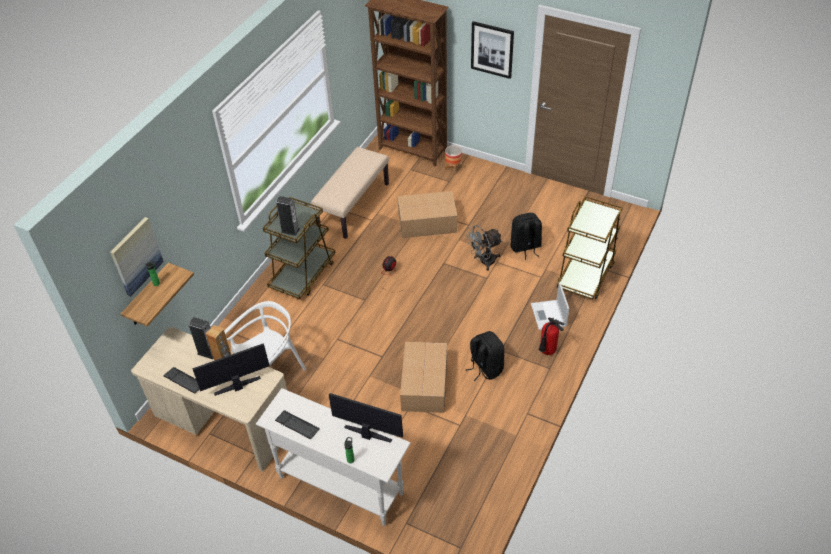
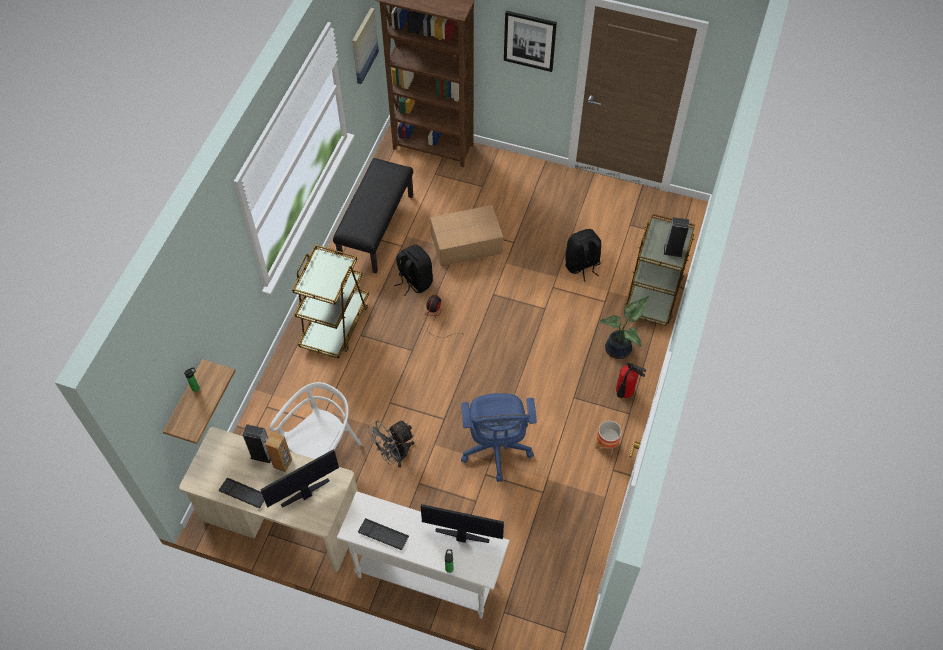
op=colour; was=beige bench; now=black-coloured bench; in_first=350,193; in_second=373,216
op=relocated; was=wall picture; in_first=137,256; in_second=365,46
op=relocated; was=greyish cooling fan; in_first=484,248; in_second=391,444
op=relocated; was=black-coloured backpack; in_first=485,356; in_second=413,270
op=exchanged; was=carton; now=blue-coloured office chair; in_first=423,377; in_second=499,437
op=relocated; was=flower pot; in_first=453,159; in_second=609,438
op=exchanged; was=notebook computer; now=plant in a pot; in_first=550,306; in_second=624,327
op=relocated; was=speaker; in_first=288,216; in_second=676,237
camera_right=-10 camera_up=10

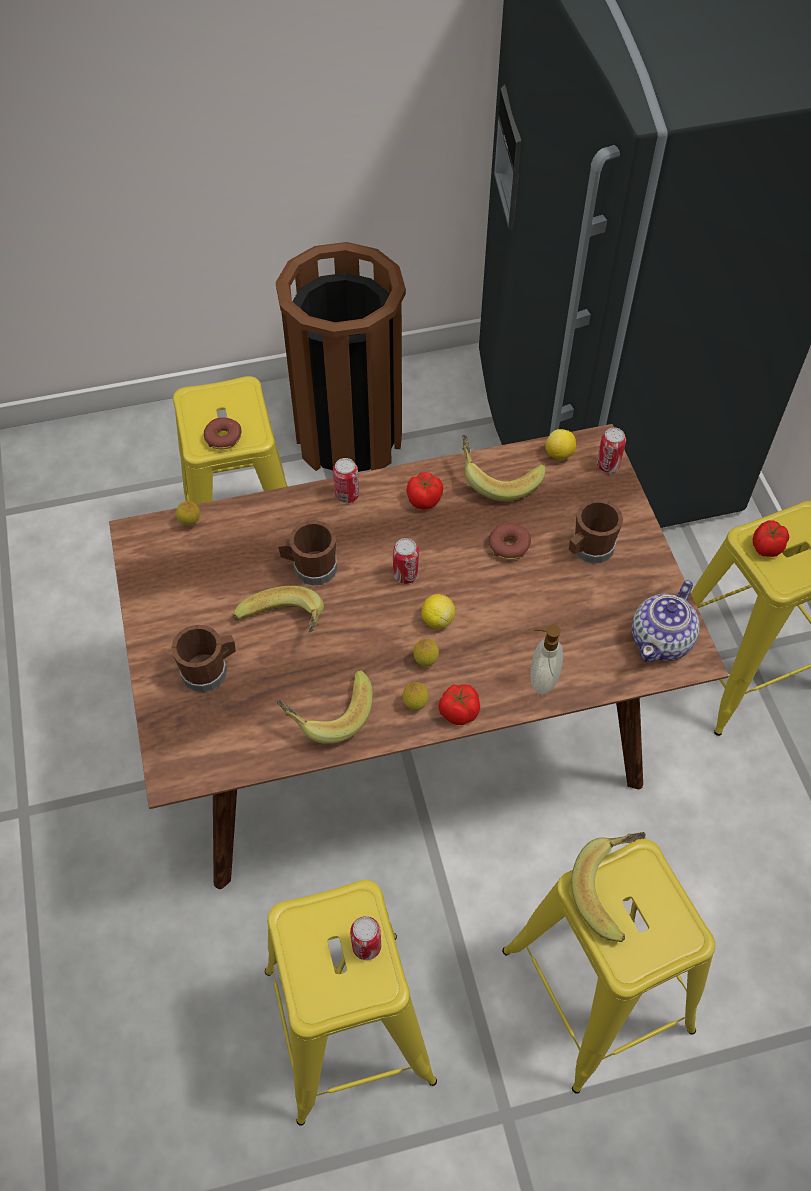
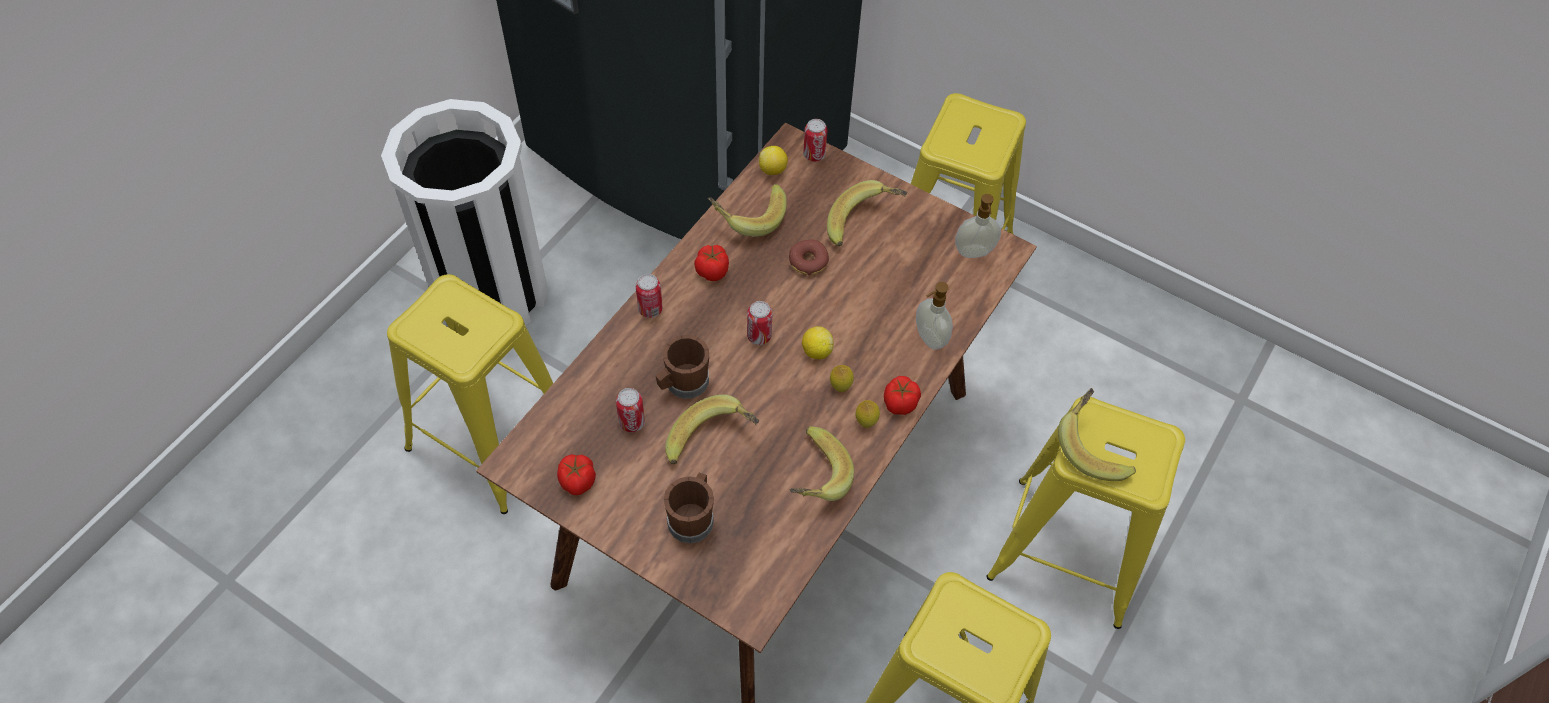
op=colour; was=brownish waste bin; now=white-coloured waste bin; in_first=341,357; in_second=464,212
op=relocated; was=whole tomato; in_first=771,538; in_second=576,474
op=relocated; was=metal can; in_first=365,938; in_second=630,410
op=exchanged; was=brownish mug; now=whole banana; in_first=596,531; in_second=867,213
op=exchanged; was=pot for tea; now=soap dispenser; in_first=665,621; in_second=978,226
op=missing; was=whole lemon; in_first=188,513
op=missing; was=ring doughnut; in_first=223,434
camera_right=-45 camera_up=0

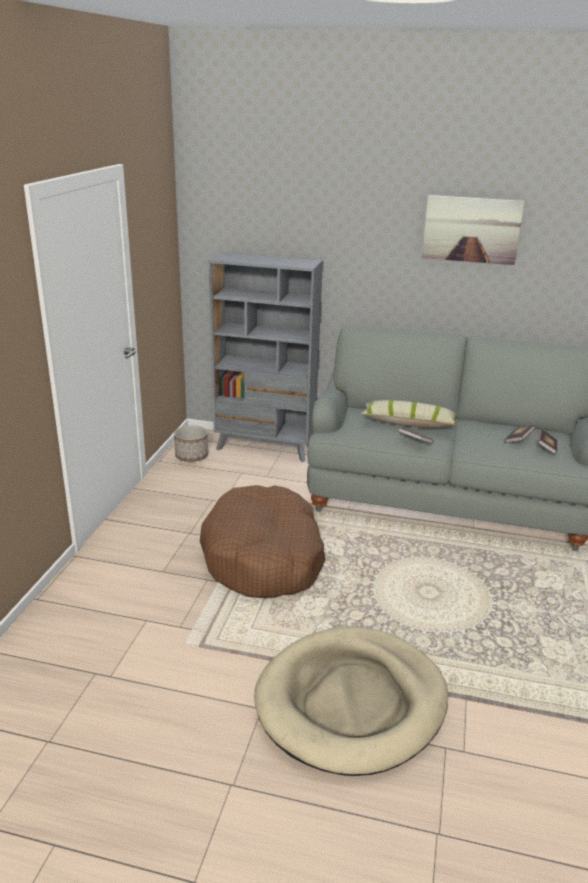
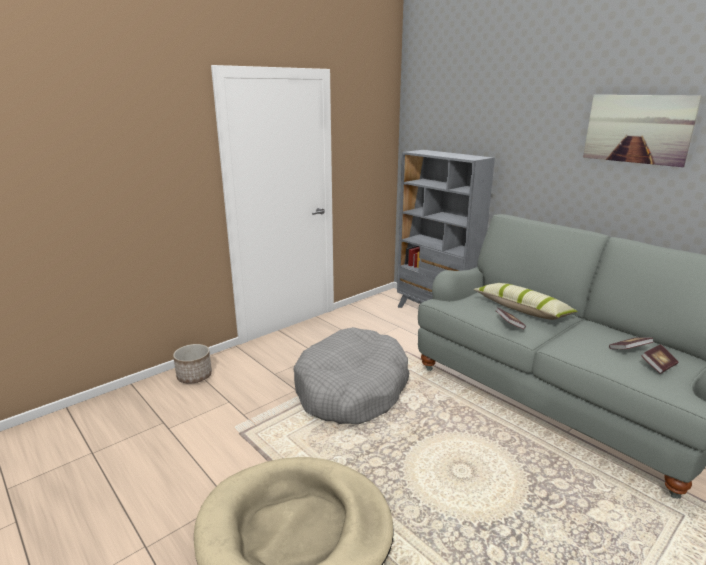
op=relocated; was=flower pot; in_first=191,443; in_second=192,364
op=colour; was=brownish dog bed; now=greyish dog bed; in_first=263,541; in_second=351,375
camera_right=35 camera_up=-5

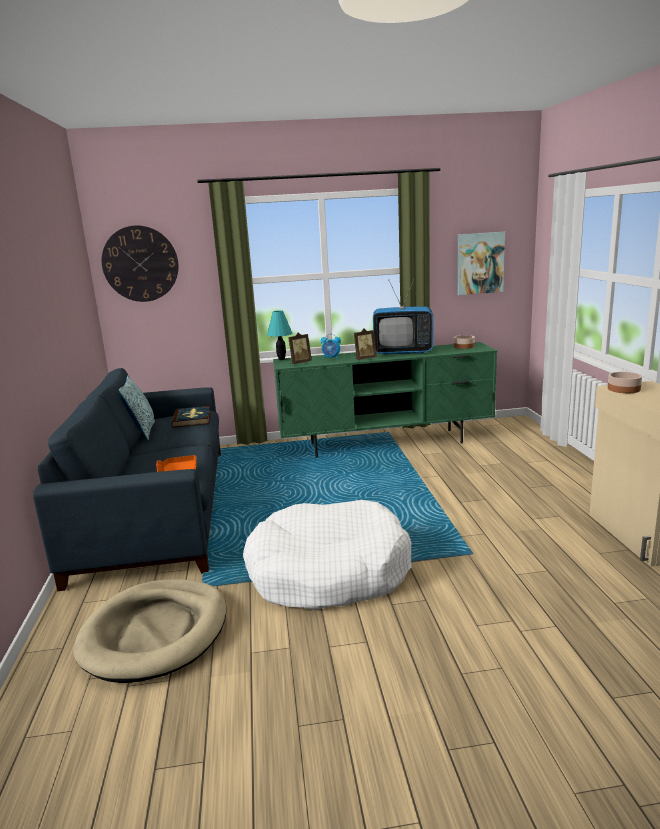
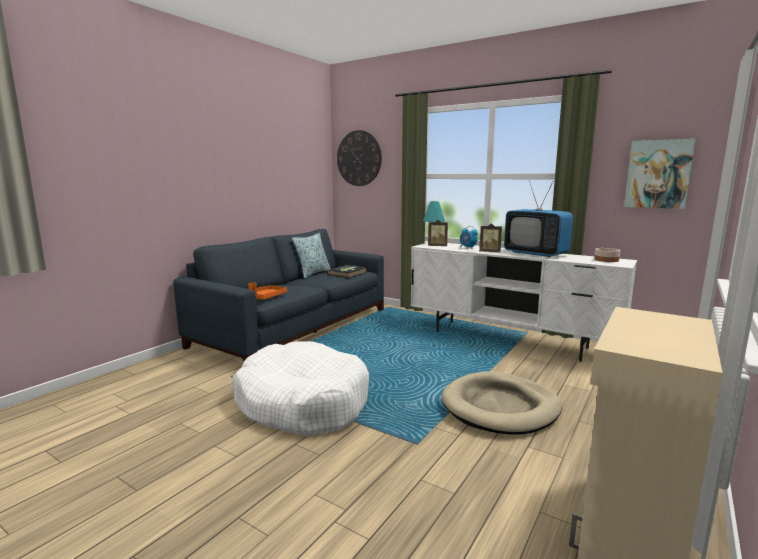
op=colour; was=green media console; now=white-coloured media console; in_first=385,400; in_second=523,302
op=relocated; was=beige dog bed; in_first=149,631; in_second=502,403
op=missing; was=deep dish; in_first=625,382
camera_right=40 camera_up=-5

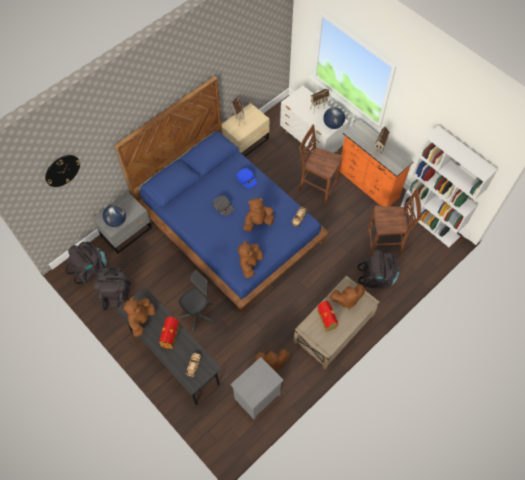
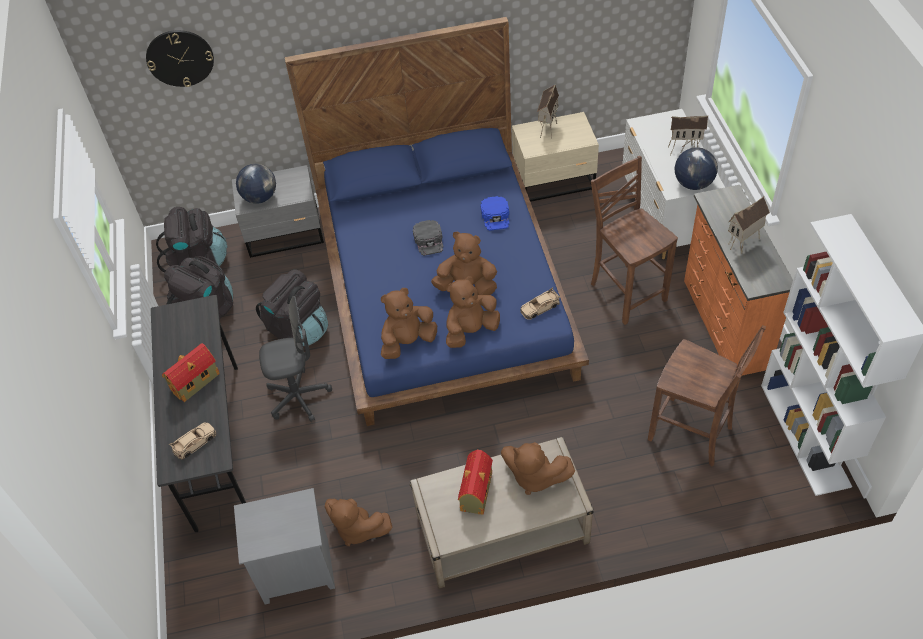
op=relocated; was=black-coloured backpack; in_first=378,269; in_second=292,308
op=relocated; was=brownish cuddly toy; in_first=139,317; in_second=473,312
camera_right=35 camera_up=-10

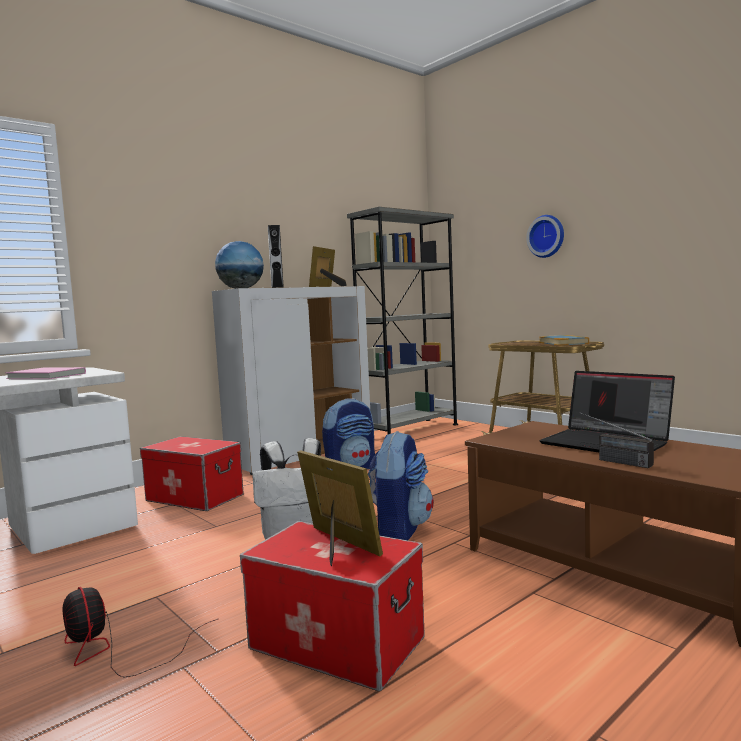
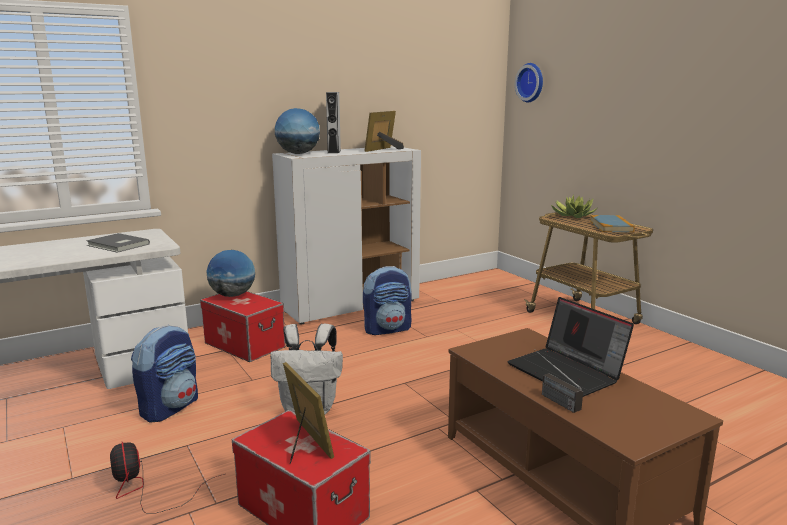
op=colour; was=pink volume; now=greyish volume; in_first=46,373; in_second=118,243
op=relocated; was=backpack; in_first=401,485; in_second=164,374
op=appeared; now=globe; in_second=230,273
op=relocated; was=clock on the wall; in_first=545,236; in_second=529,83
op=appeared; now=plant in a pot; in_second=574,206
op=missing; was=greyish shelving unit; in_first=402,320
camera_right=10 camera_up=10

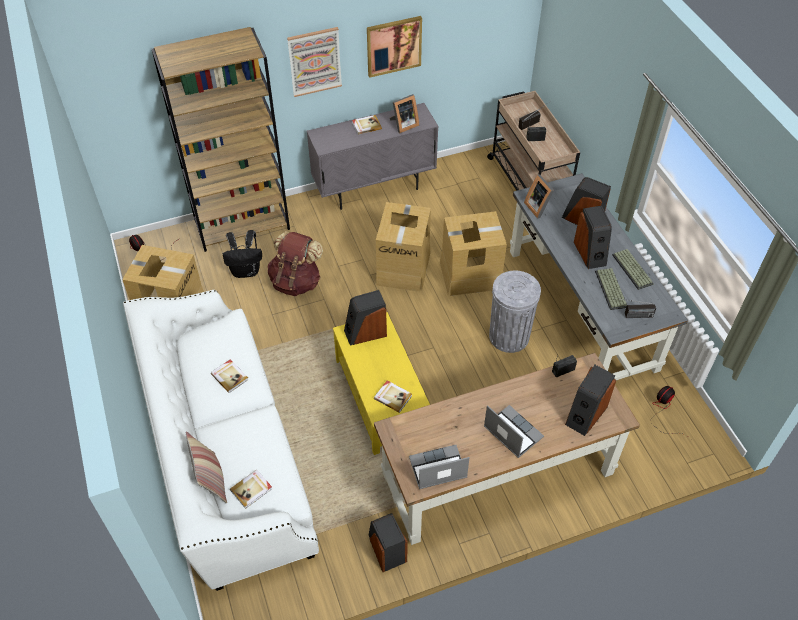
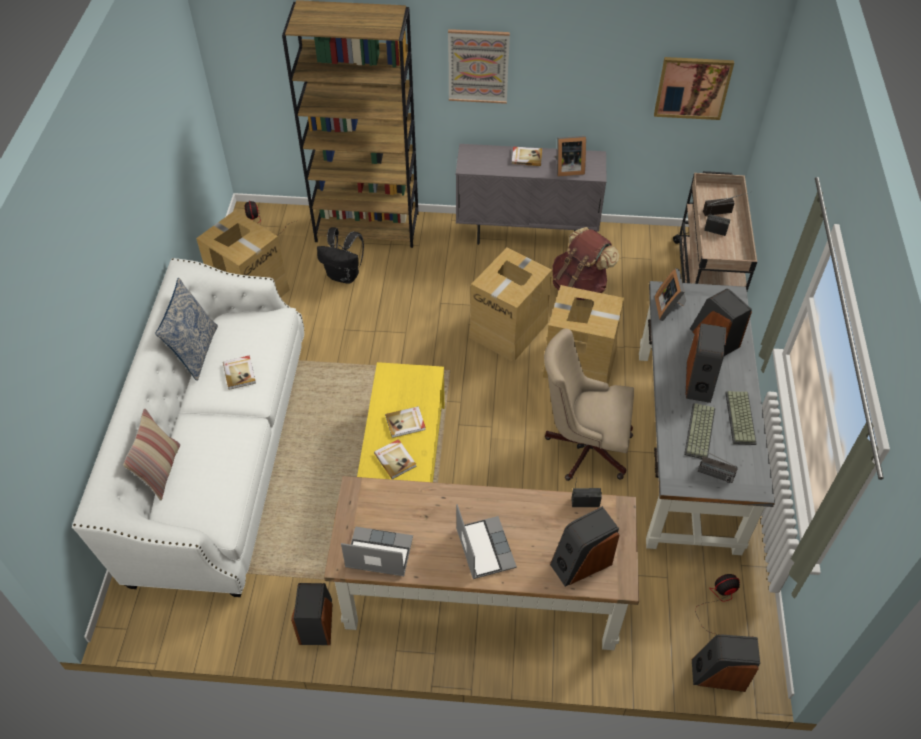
op=appeared; now=pillow; in_second=186,329
op=relocated; was=volume; in_first=251,489; in_second=405,422
op=exchanged; was=greyish waste bin; now=beige office chair; in_first=515,312; in_second=589,405
op=relocated; was=brownish backpack; in_first=295,263; in_second=586,263
op=relocated; was=wall picture; in_first=394,47; in_second=694,88
op=relocated; was=speaker; in_first=365,317; in_second=726,663
camera_right=25 camera_up=0

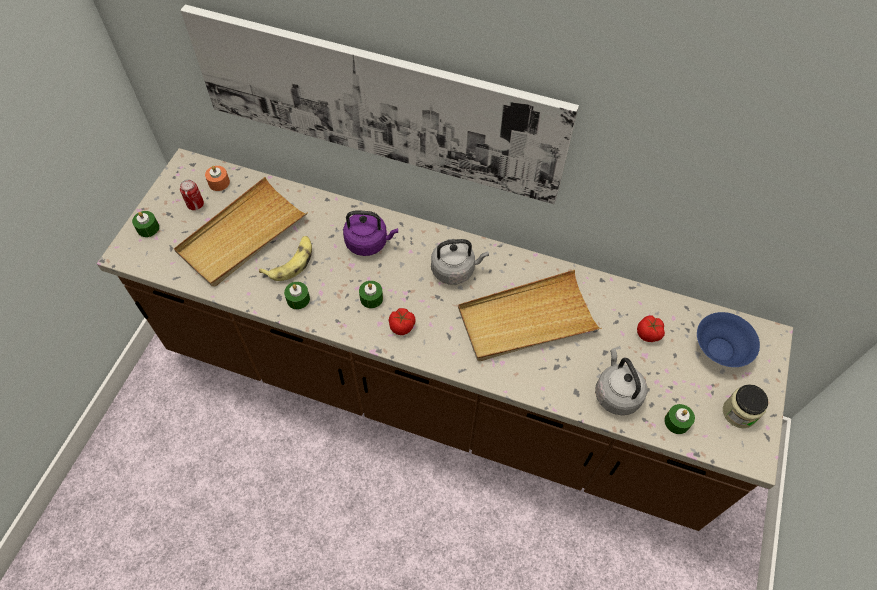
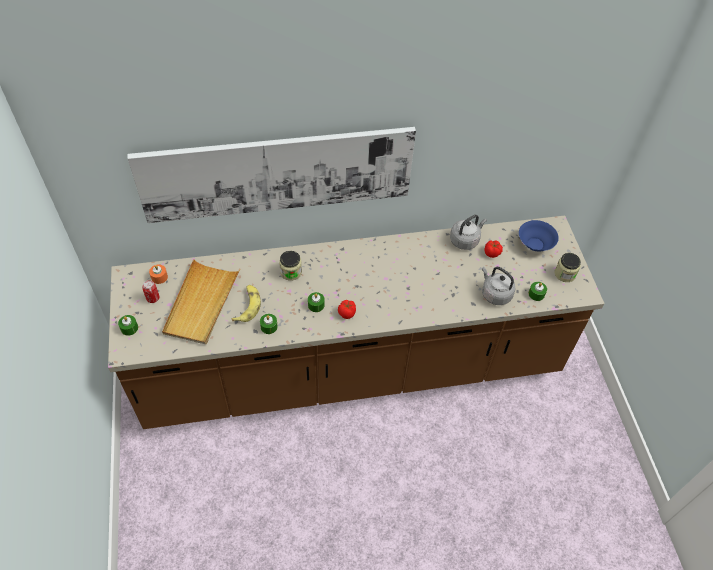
op=exchanged; was=purple kettle; now=preserve jar; in_first=370,233; in_second=290,266
op=relocated; was=greyish kettle; in_first=460,262; in_second=468,232
op=missing; was=beige tray; in_first=530,315
camera_right=-30 camera_up=-5

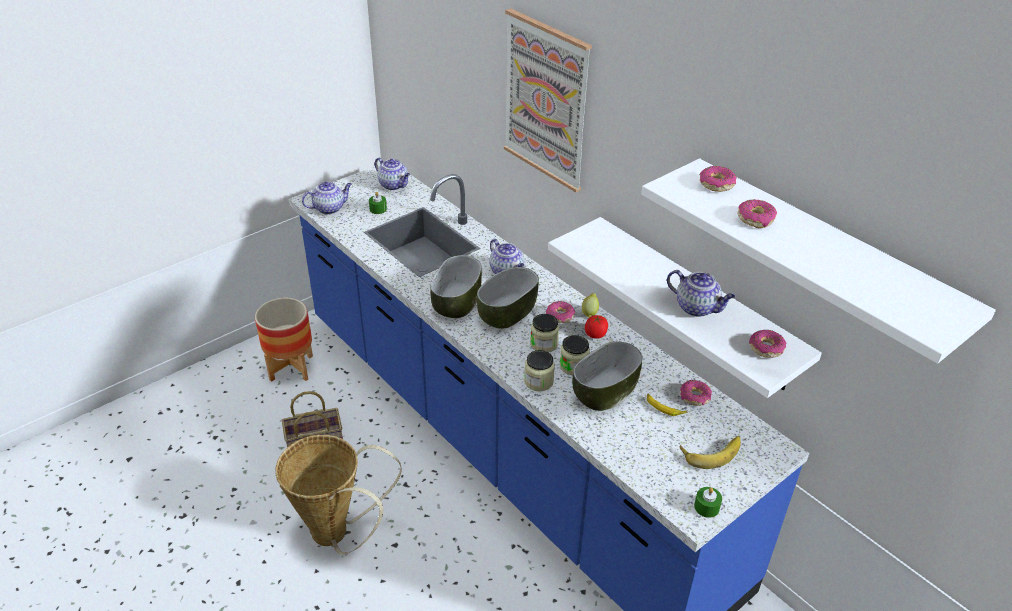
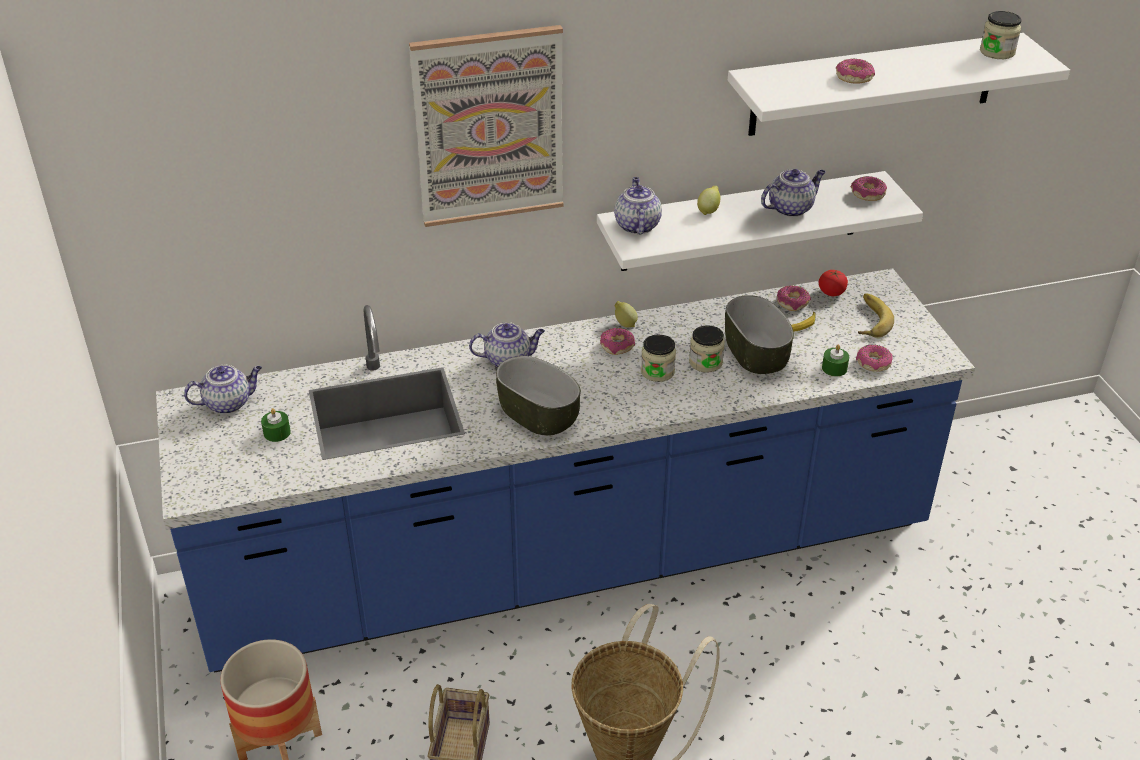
op=relocated; was=pot for tea; in_first=327,198; in_second=638,205
op=appeared; now=whole lemon; in_second=708,200
op=relocated; was=whole tomato; in_first=596,327; in_second=833,283
op=relocated; was=green candle; in_first=708,502; in_second=835,360
op=relocated; was=ring doughnut; in_first=718,179; in_second=874,358
op=relocated; was=preserve jar; in_first=539,370; in_second=1001,35
op=missing; was=deep dish; in_first=508,298
camera_right=-65 camera_up=0

